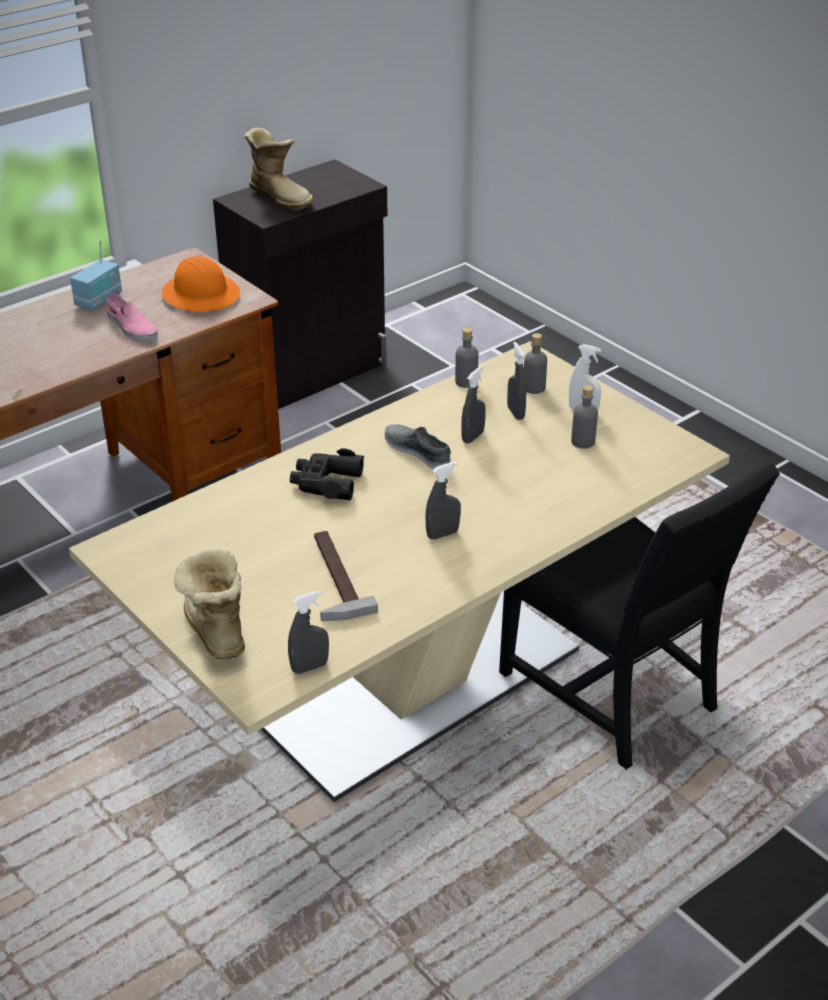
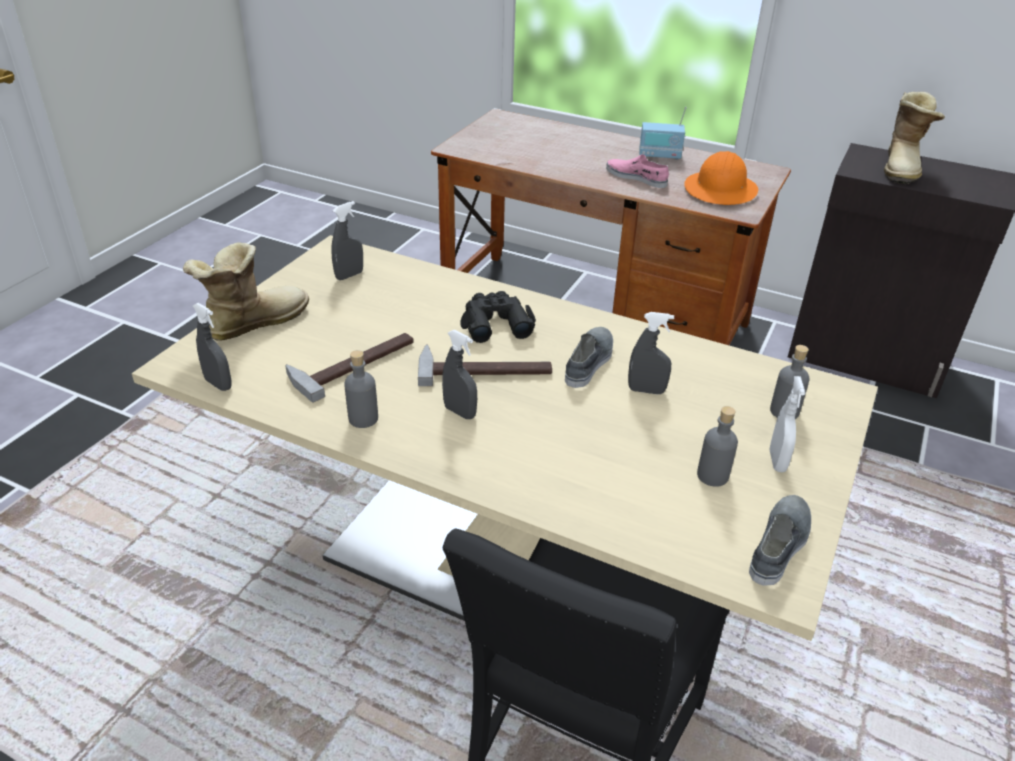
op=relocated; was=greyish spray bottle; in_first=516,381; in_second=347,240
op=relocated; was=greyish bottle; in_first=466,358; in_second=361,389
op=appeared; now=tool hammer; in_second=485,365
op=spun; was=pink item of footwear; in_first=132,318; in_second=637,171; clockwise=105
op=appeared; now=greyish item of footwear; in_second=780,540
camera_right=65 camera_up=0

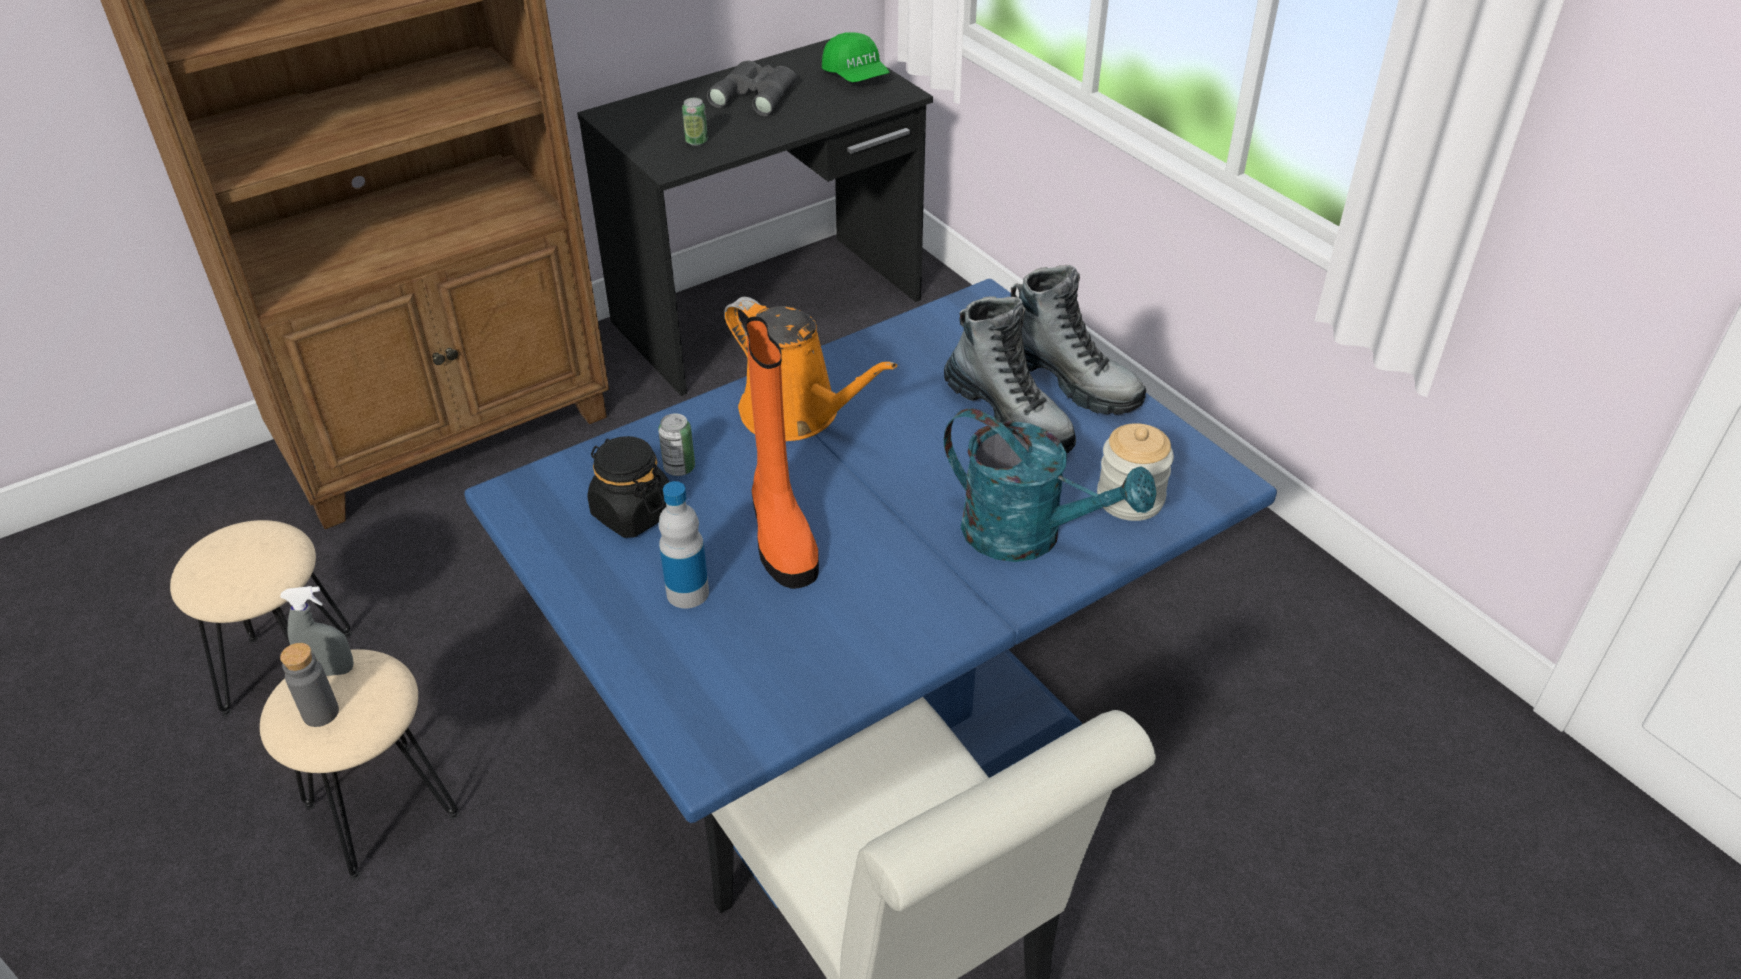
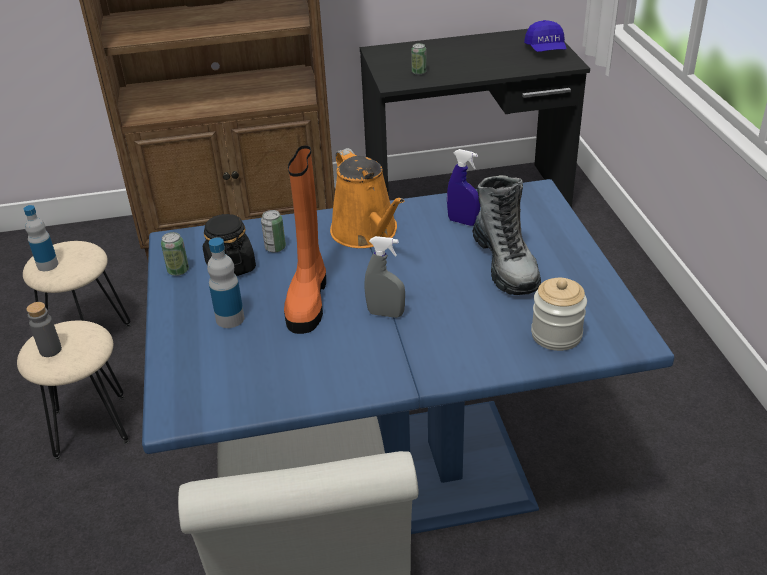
op=appeared; now=bottle; in_second=41,238
op=appeared; now=metal can; in_second=175,254
op=relocated; was=greyish spray bottle; in_first=317,631; in_second=385,277
op=appeared; now=blue-coloured spray bottle; in_second=463,187
op=colour; was=green cap; now=blue-coloured cap; in_first=855,57; in_second=545,36
op=missing; was=greyish binoculars; in_first=752,88
op=missing; was=blue-green watering pot; in_first=1050,485
op=missing; was=boot; in_first=1078,340
camera_right=25 camera_up=-5

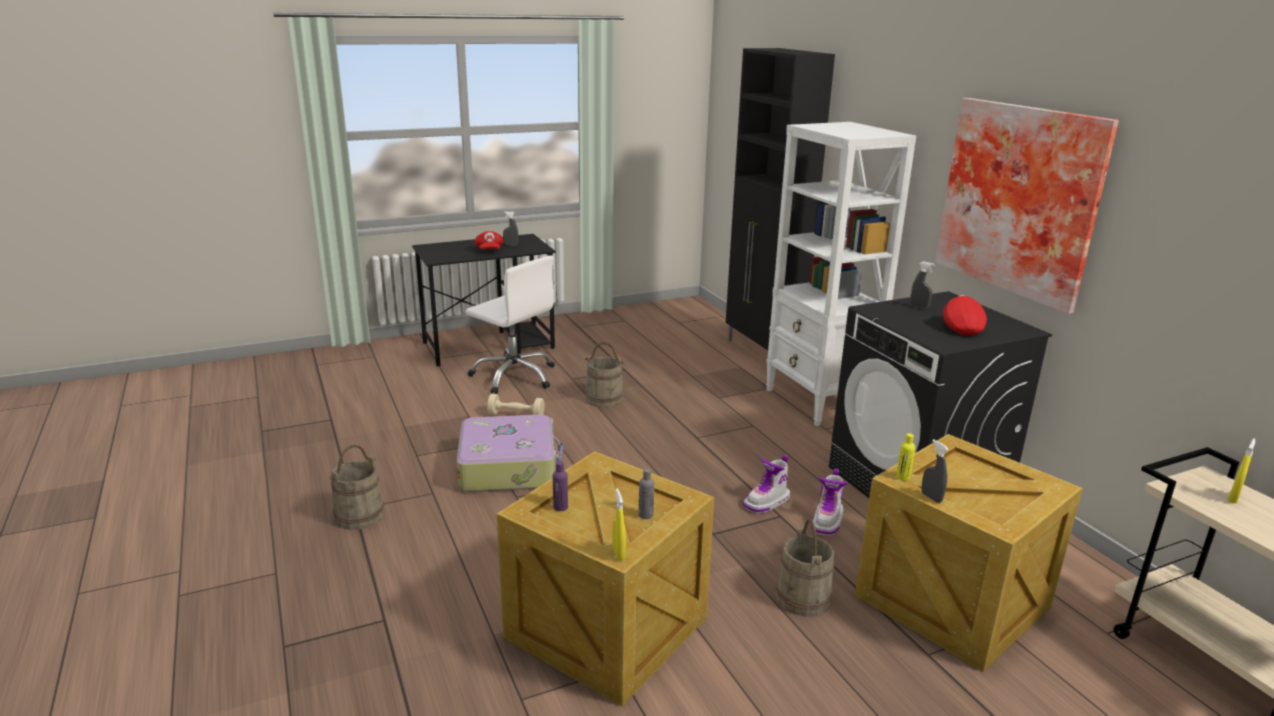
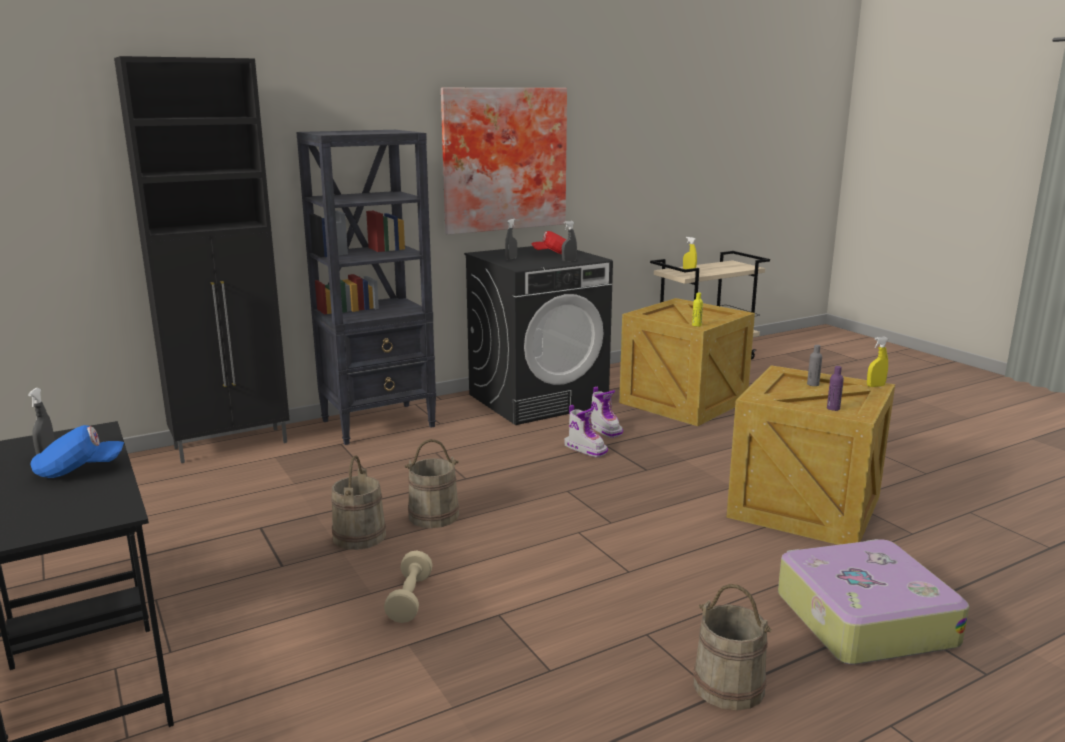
op=colour; was=reddish cap; now=blue-coloured cap; in_first=489,240; in_second=77,451
op=colour; was=white-coloured shelving unit; now=black-coloured shelving unit; in_first=841,274; in_second=366,287
op=relocated; was=beige water bucket; in_first=804,568; in_second=431,483
op=relocated; was=greyish spray bottle; in_first=935,471; in_second=569,241
op=spun; was=boot; in_first=829,502; in_second=607,412; clockwise=45
op=relocated; was=travel case; in_first=510,453; in_second=873,602
op=missing; was=white-coloured office chair; in_first=510,324
camera_right=-95 camera_up=-5

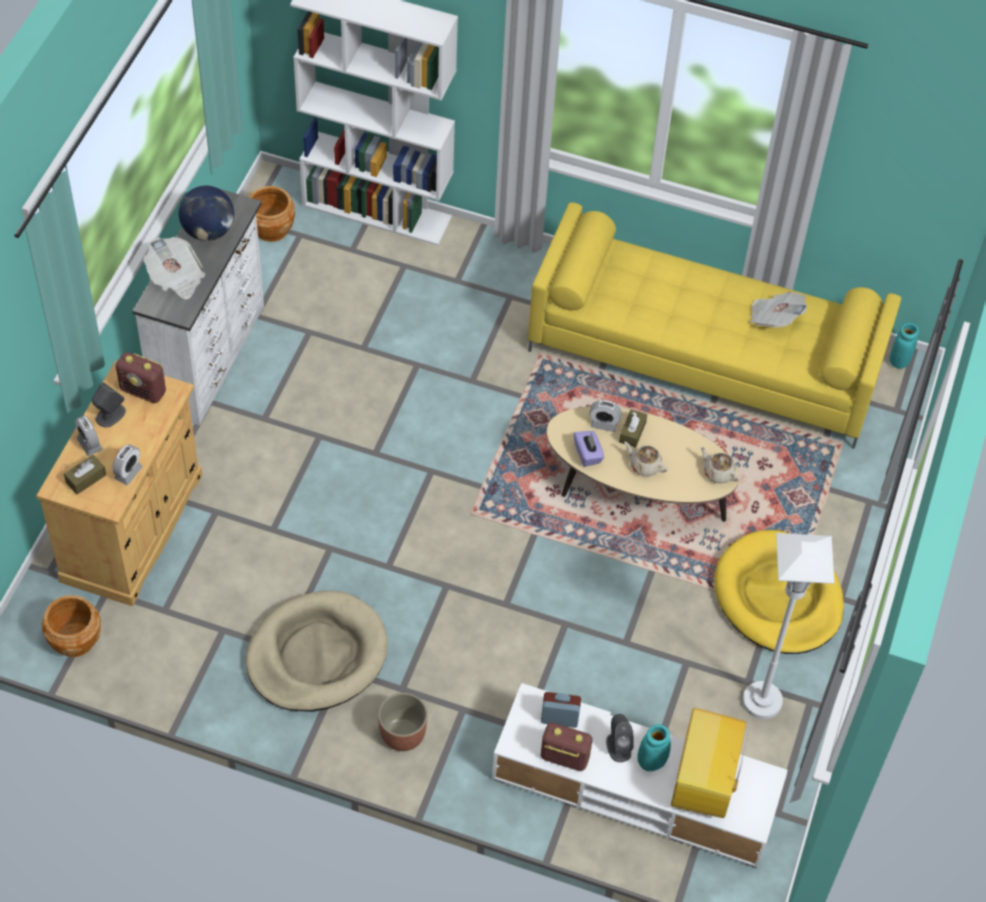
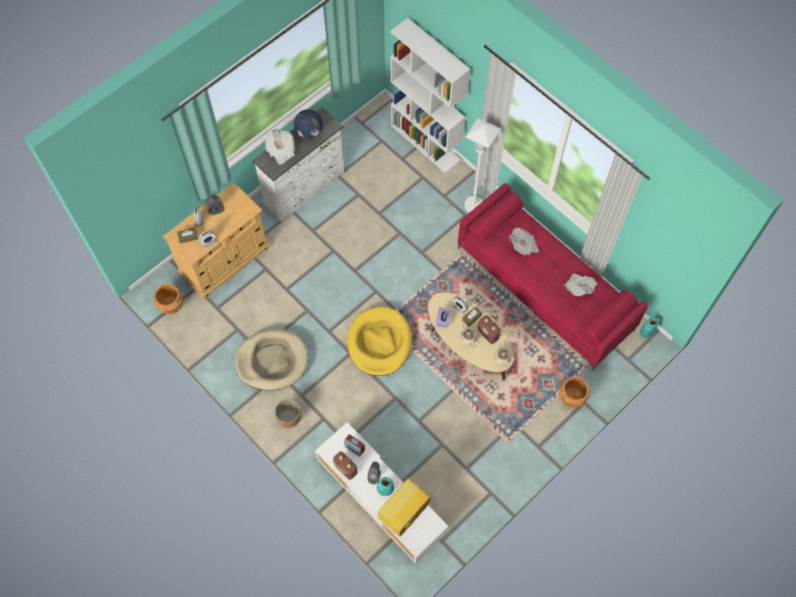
op=relocated; was=yellowish dog bed; in_first=779,592; in_second=379,341
op=colour; was=yellowish sofa; now=reddish sofa; in_first=714,325; in_second=553,277
op=relocated; was=white-coloured floor lamp; in_first=788,626; in_second=482,165
op=relocated; was=radio set; in_first=141,377; in_second=489,329
op=appeared; now=daily paper; in_second=524,241
op=relocated; was=brownish flower pot; in_first=272,214; in_second=574,392
camera_right=30 camera_up=10

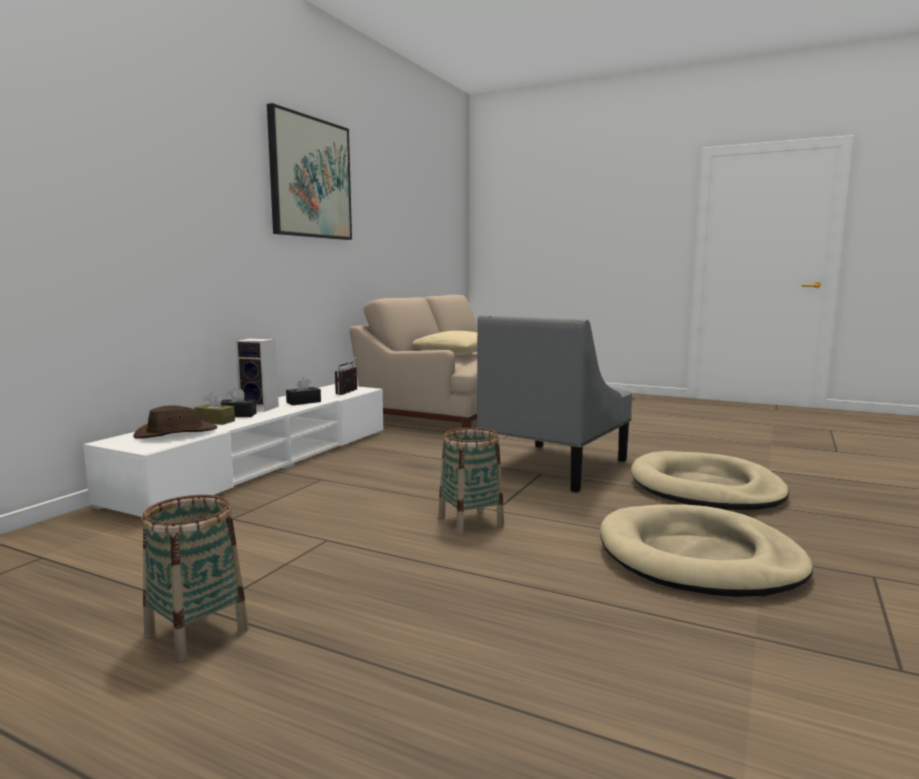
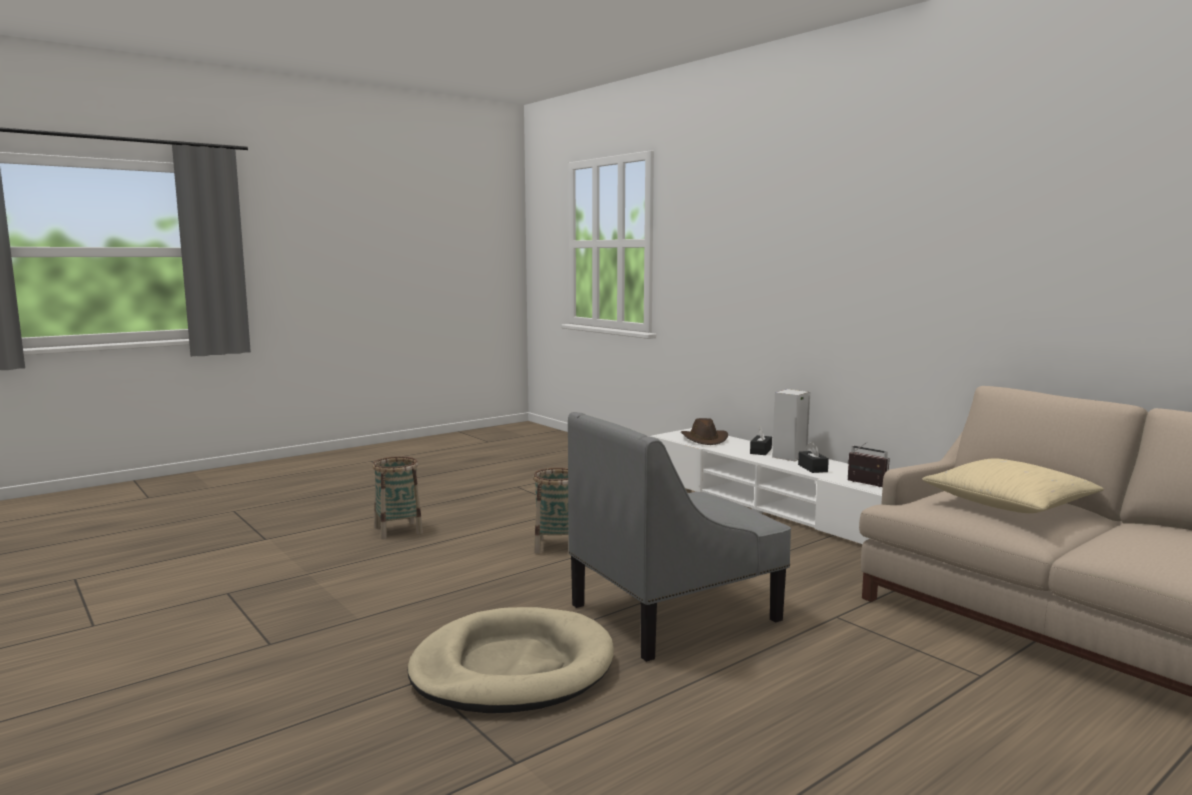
op=relocated; was=storage basket; in_first=195,578; in_second=398,497
op=spun; was=greyish lounge chair; in_first=554,404; in_second=679,537; clockwise=-90
op=missing; was=brownish tissue holder; in_first=214,409
op=missing; was=wall picture; in_first=309,171
op=missing; was=beige dog bed; in_first=706,550
camera_right=115 camera_up=0

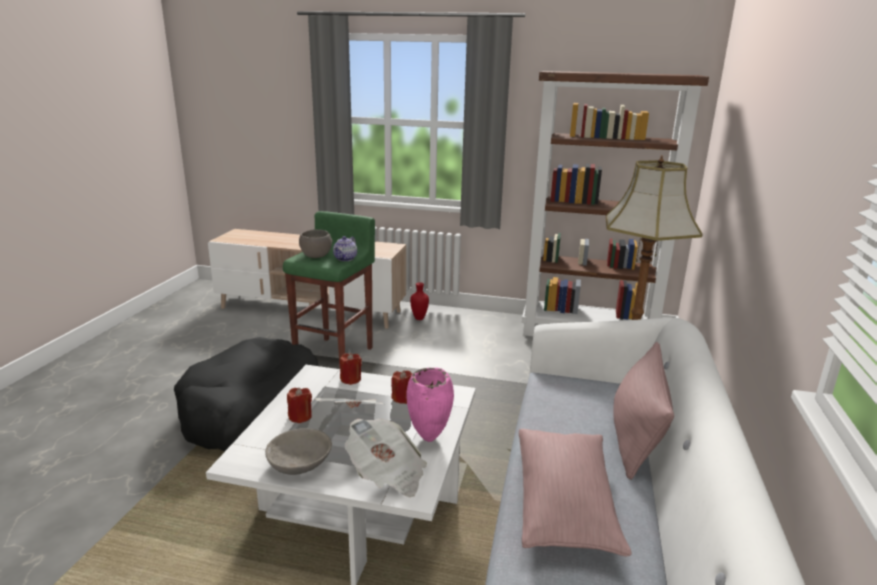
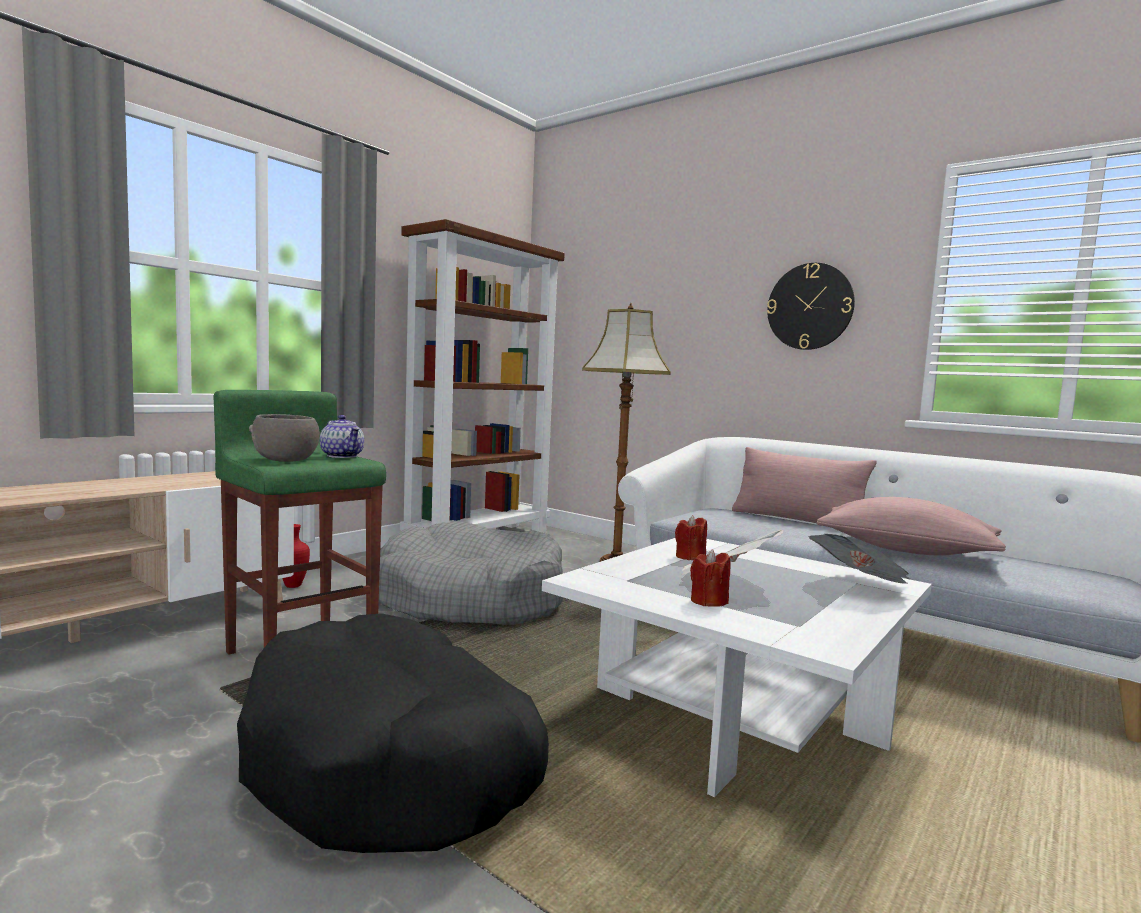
op=appeared; now=greyish dog bed; in_second=471,573
op=appeared; now=clock on the wall; in_second=811,306
op=missing; was=greyish deep dish; in_first=298,451
op=missing; was=reddish candle; in_first=351,369
op=missing; was=pink vase; in_first=430,405
camera_right=-65 camera_up=-15

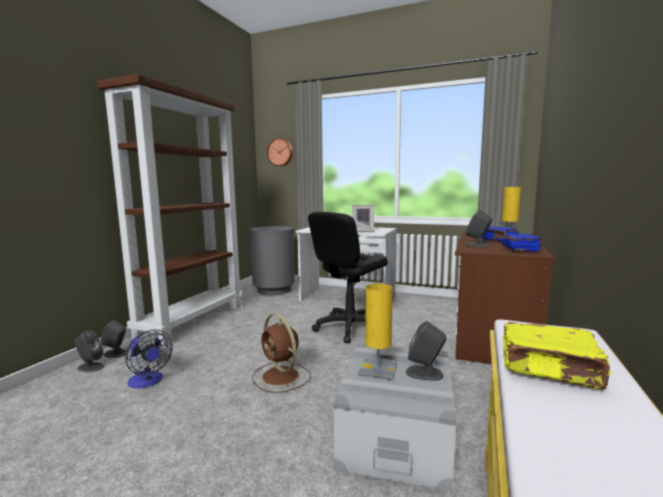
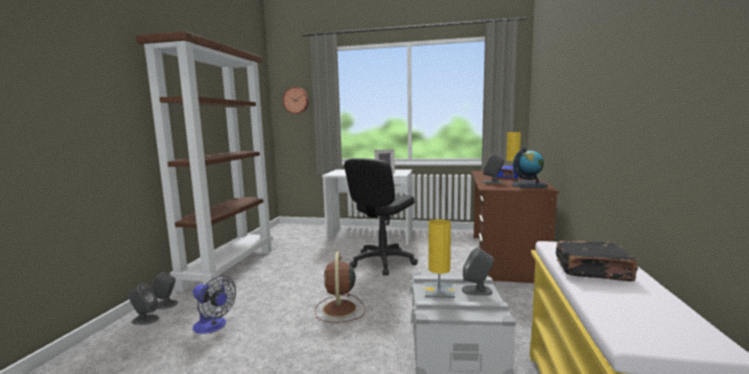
op=spun; was=brownish cooling fan; in_first=281,353; in_second=340,287; clockwise=45
op=exchanged; was=blue-coloured volume; now=globe; in_first=522,242; in_second=529,168
op=colour; was=yellowish volume; now=black-coloured volume; in_first=557,356; in_second=596,261
op=missing; was=greyish waste bin; in_first=272,260
camera_right=-10 camera_up=0

